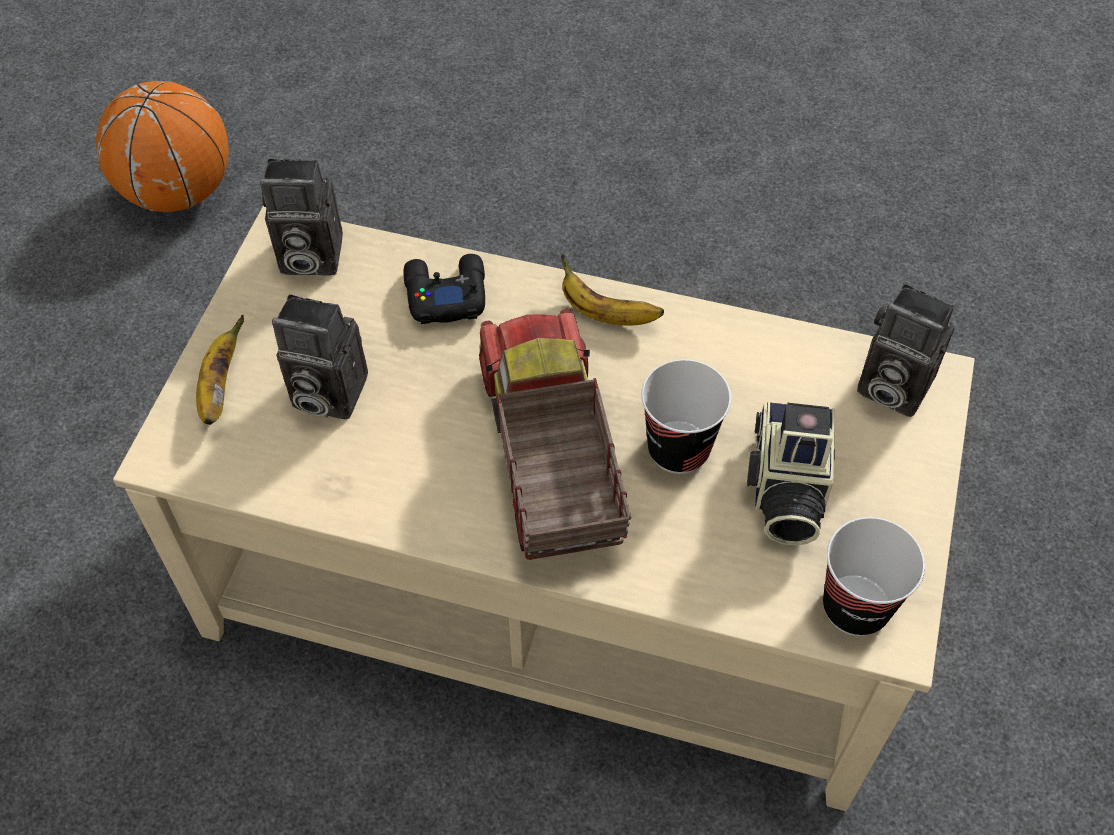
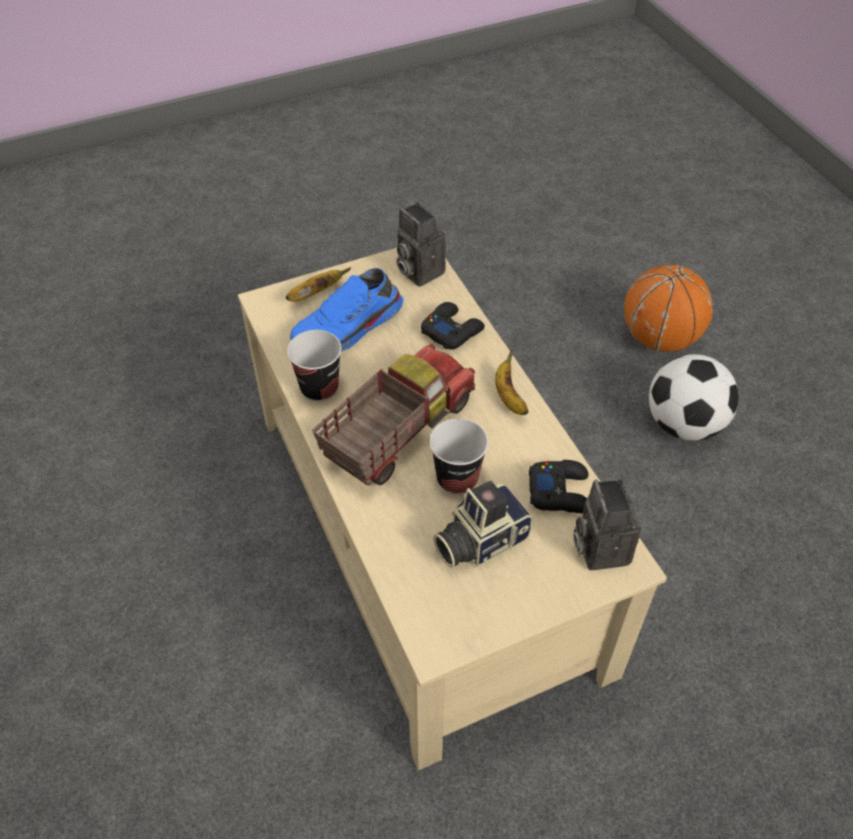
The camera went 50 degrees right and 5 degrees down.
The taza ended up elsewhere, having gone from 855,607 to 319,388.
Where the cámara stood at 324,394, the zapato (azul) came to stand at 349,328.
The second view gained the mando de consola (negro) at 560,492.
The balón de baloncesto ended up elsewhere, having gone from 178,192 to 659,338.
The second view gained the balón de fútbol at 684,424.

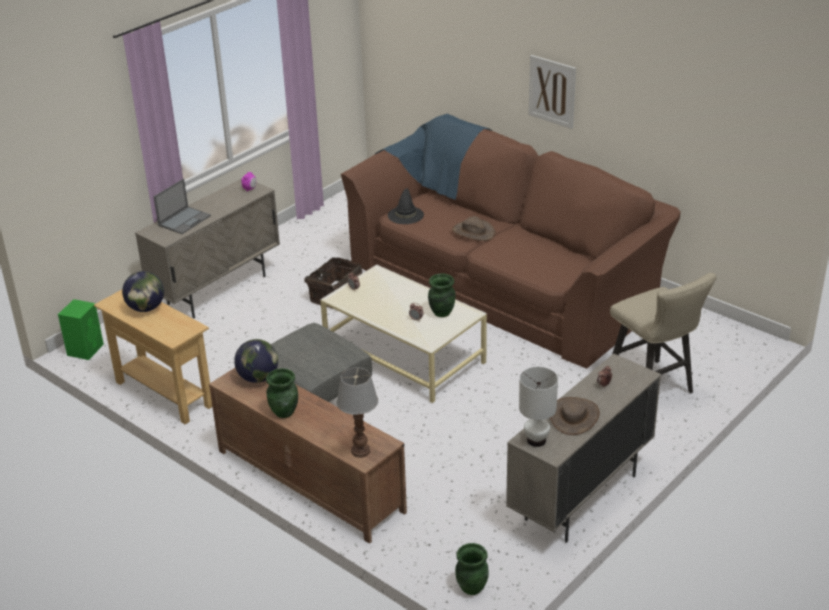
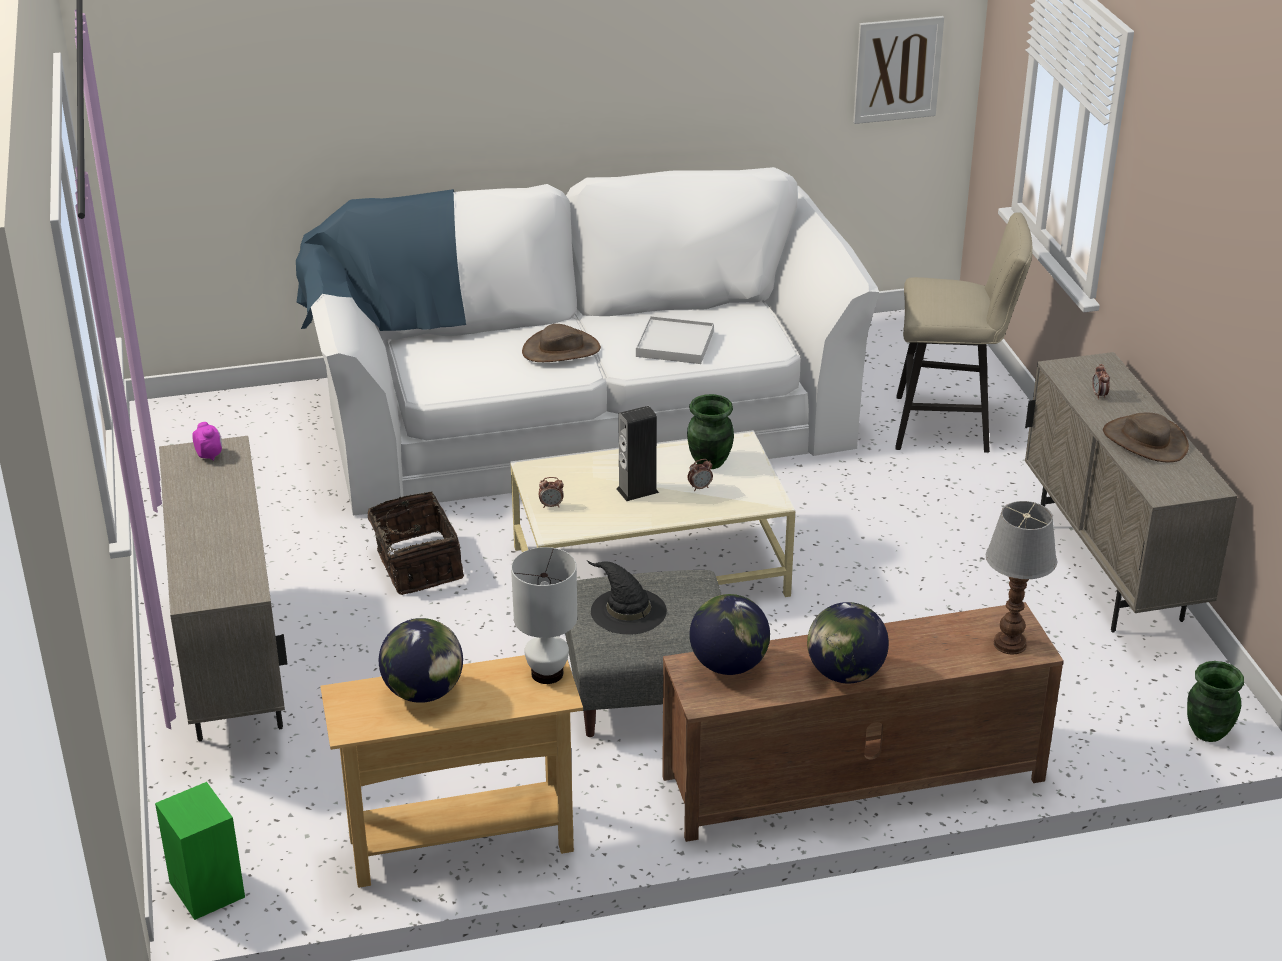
The camera went 55 degrees left and 0 degrees up.
What was the sofá (marrón) at 504,281 turned into the sofá (blanco) at 581,418.
The lámpara de mesa (blanco) ended up elsewhere, having gone from 537,440 to 548,673.
The sombrero (negro) ended up elsewhere, having gone from 405,214 to 627,610.
The second view gained the altavoz at 637,490.
The second view gained the bandeja (blanco) at 675,344.
Where the florero (verde) stood at 284,412, the globo terráqueo came to stand at 845,674.
The cuadro ended up elsewhere, having gone from 552,91 to 897,69.
The second view lost the portátil at 185,220.

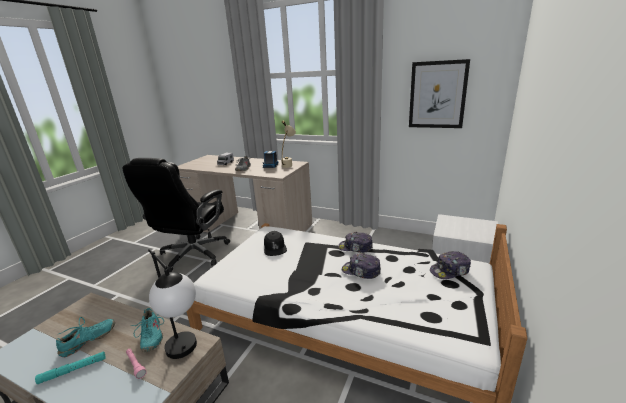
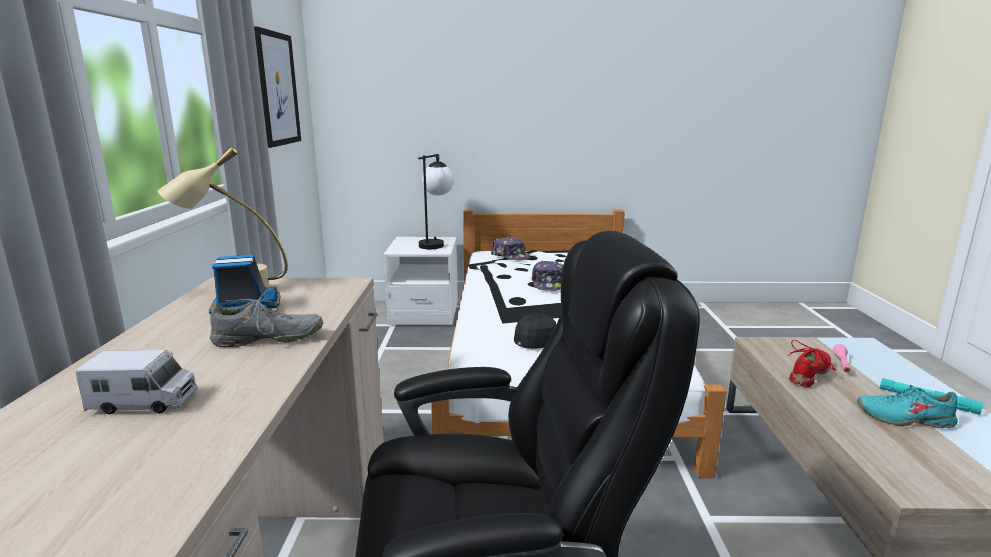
The camera went 115 degrees left and 5 degrees down.
The lámpara de mesa ended up elsewhere, having gone from 186,353 to 436,243.
What was the zapato (turquesa) at 151,336 turned into the zapato (rojo) at 809,375.
The second view lost the gorra at 355,248.

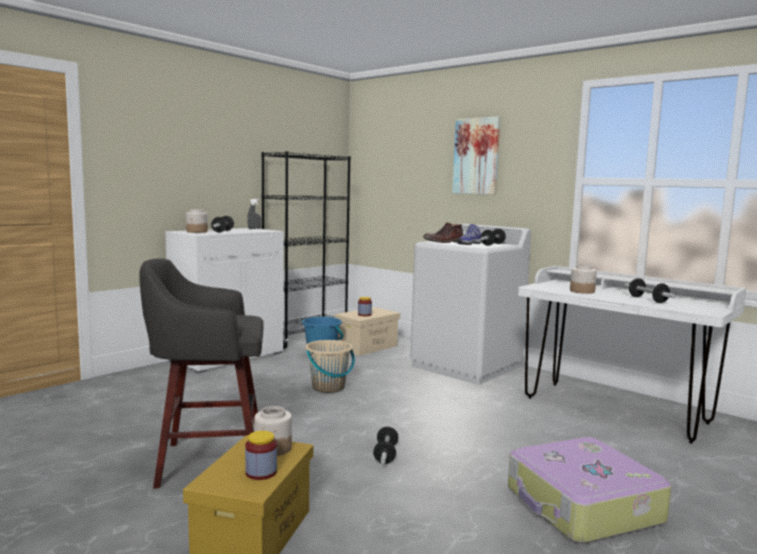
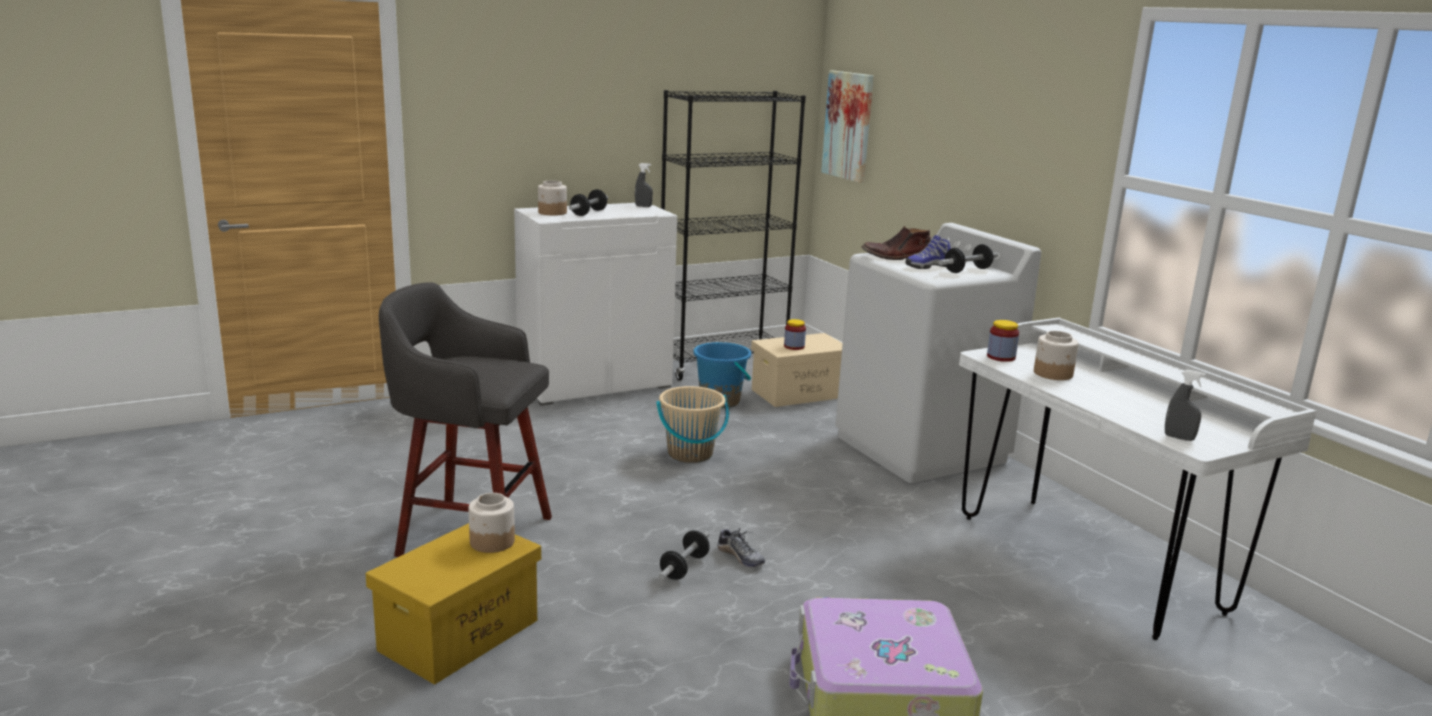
The camera went 20 degrees right and 10 degrees up.
The second view gained the zapato at 740,557.
The cuadro ended up elsewhere, having gone from 476,156 to 848,125.
The tarro ended up elsewhere, having gone from 261,472 to 1001,357.
The second view gained the pulverizador (gris) at 1179,438.
The second view lost the mancuerna at 647,300.

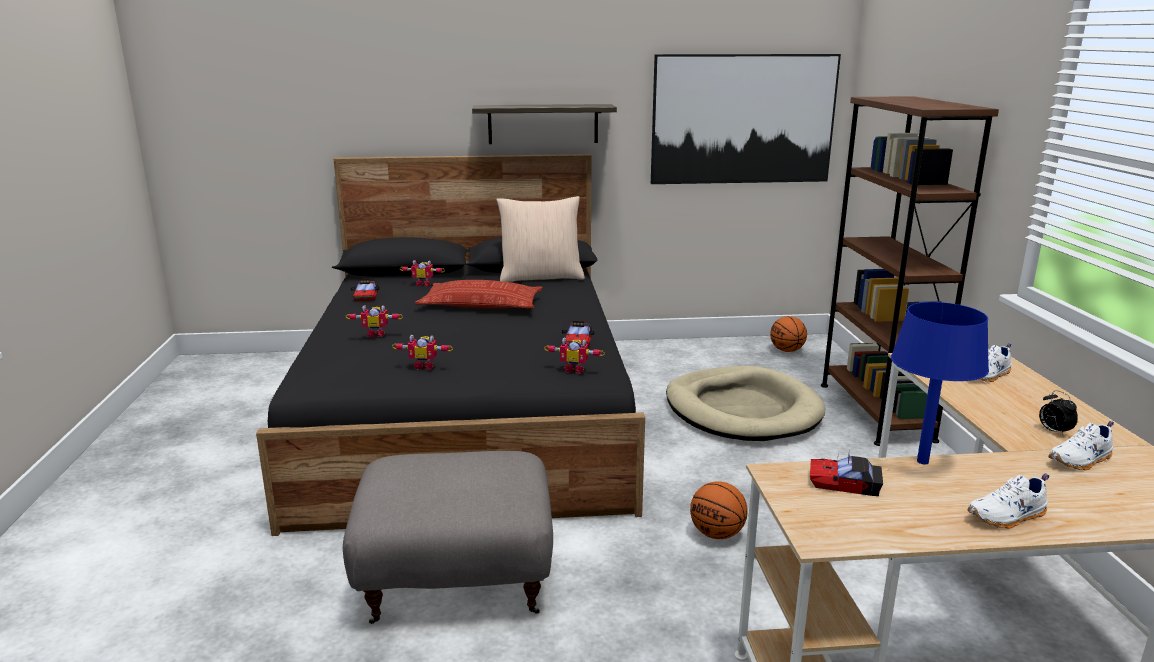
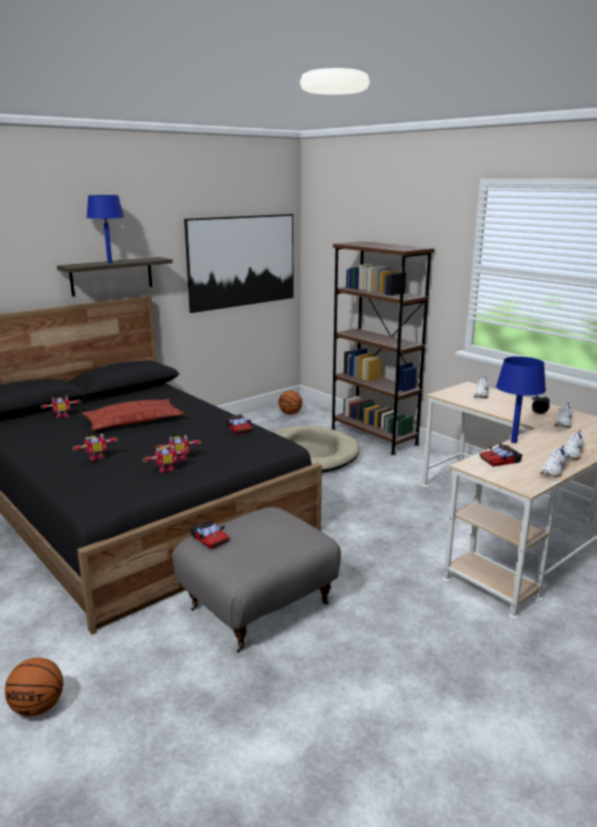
The camera went 35 degrees left and 0 degrees up.
The balón de baloncesto ended up elsewhere, having gone from 717,534 to 38,707.
The second view gained the lámpara de mesa (azul) at 110,263.
The robot de juguete ended up elsewhere, having gone from 575,369 to 179,458.
The coche de juguete ended up elsewhere, having gone from 366,296 to 209,538.
The second view gained the zapato (blanco) at 554,471.
The second view lost the cojín (beis) at 541,277.

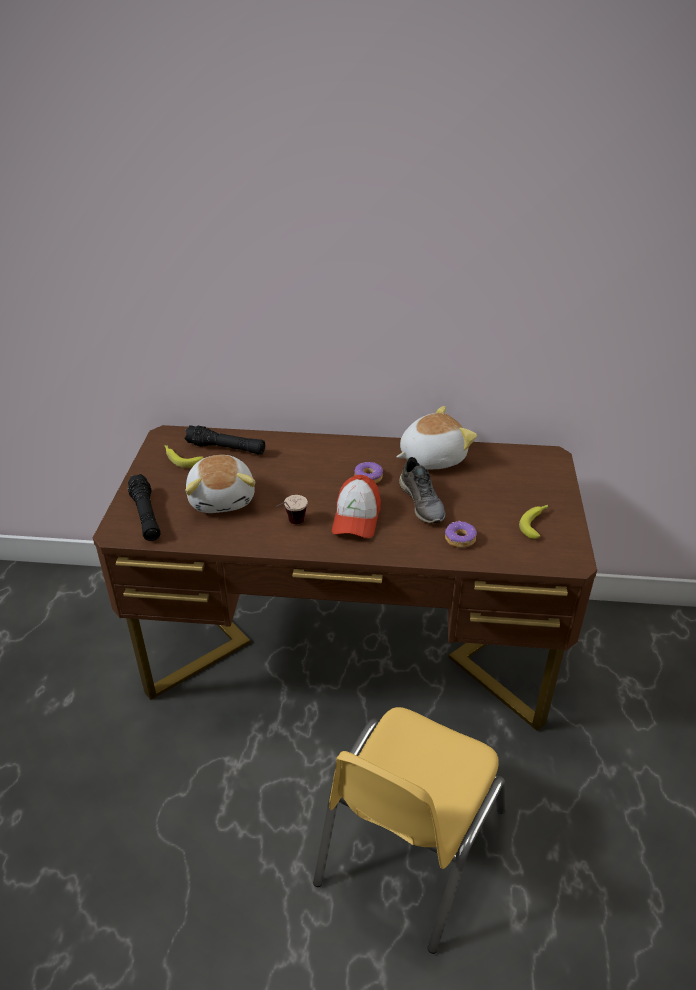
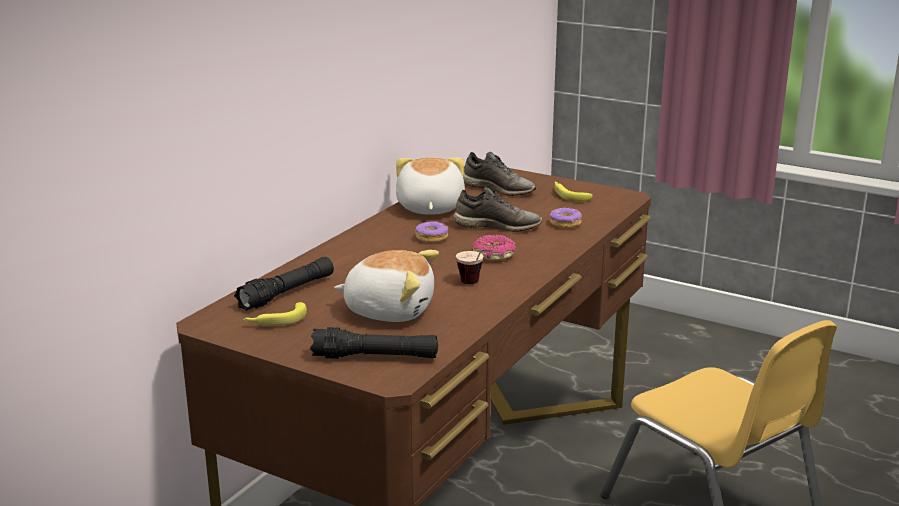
The camera went 65 degrees left and 15 degrees down.
The second view gained the zapato (gris) at 499,189.
Where the gorra stood at 356,518, the rosquilla came to stand at 493,255.

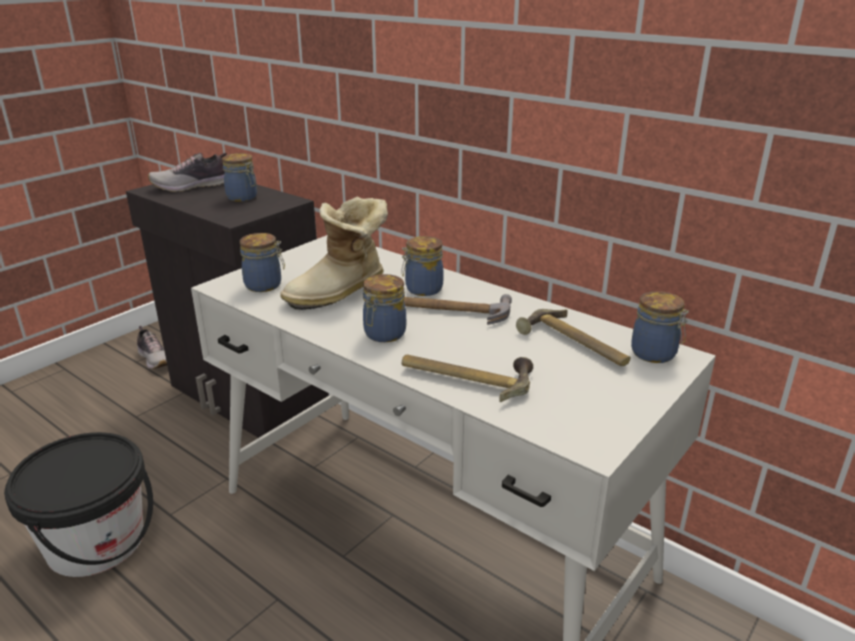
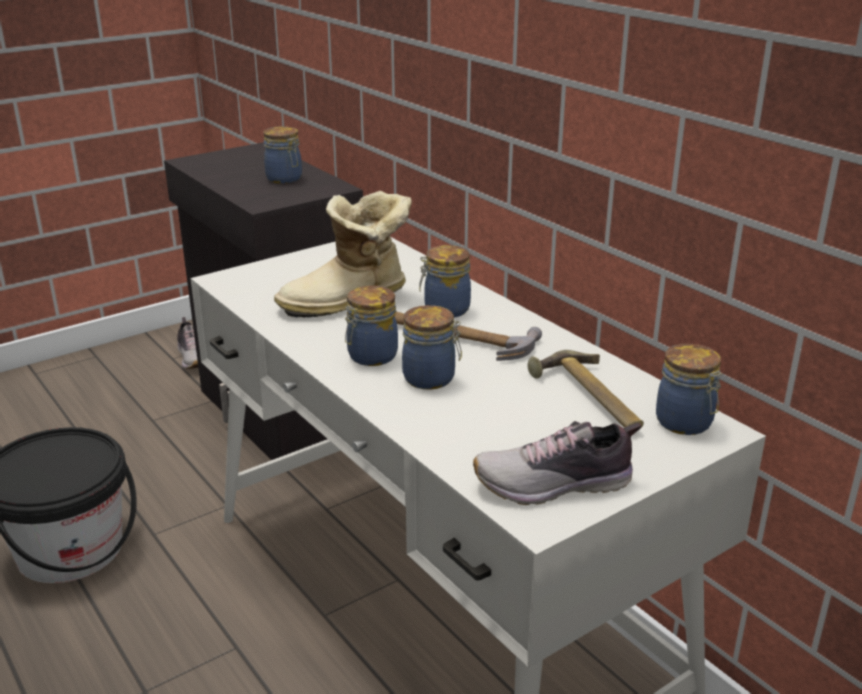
The camera went 15 degrees right and 0 degrees up.
The tarro ended up elsewhere, having gone from 265,285 to 431,378.
The zapato ended up elsewhere, having gone from 191,186 to 555,485.
The second view lost the martillo at 466,377.

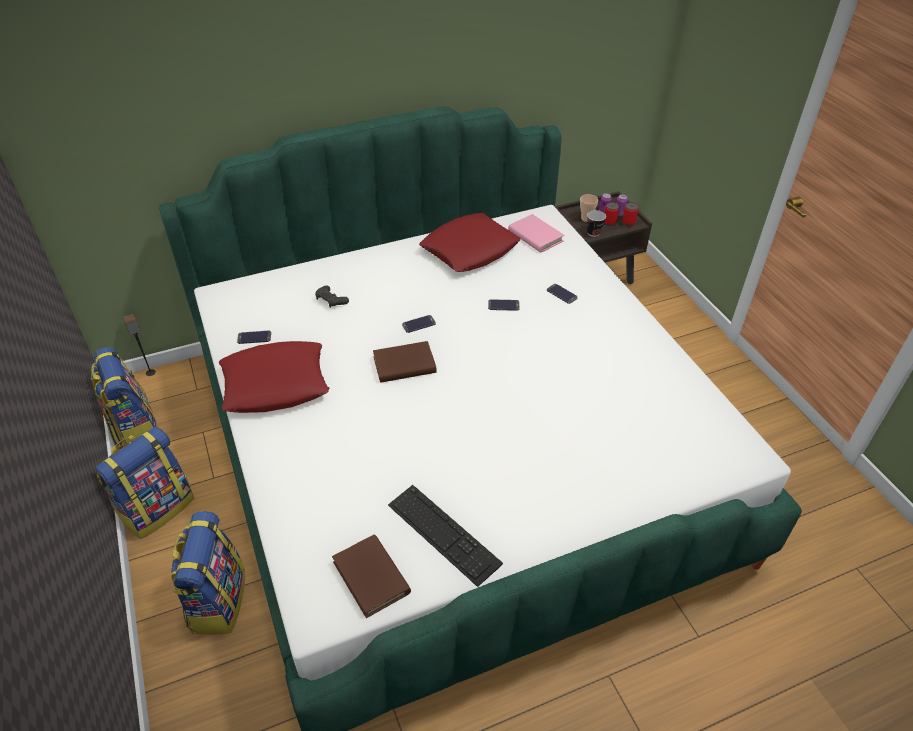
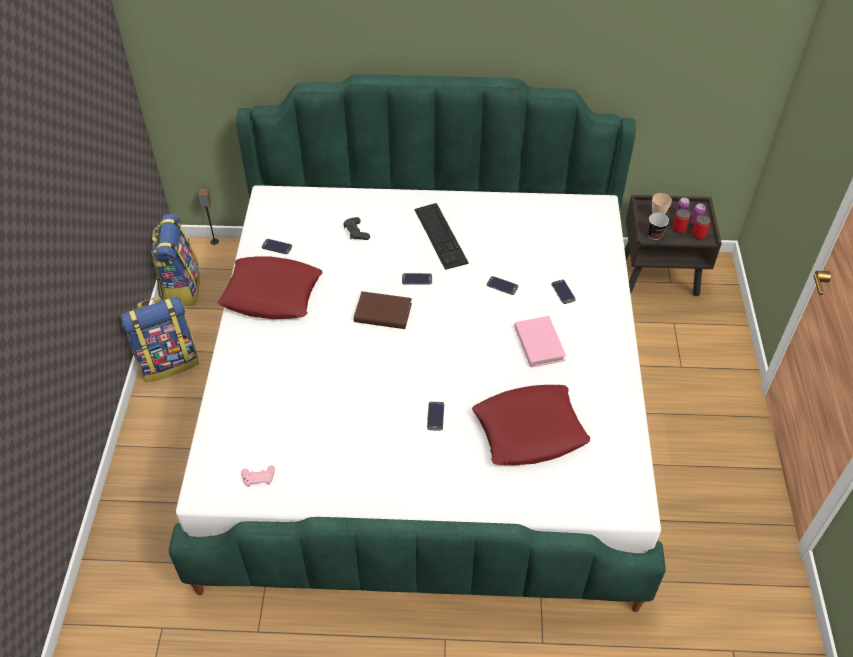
The camera went 25 degrees right and 5 degrees up.
Where the libro (marrón) stood at 371,577, the mando de consola (rosa) came to stand at 258,478.
The teclado ended up elsewhere, having gone from 443,534 to 440,236.
The second view gained the móvil at 435,416.
The cojín (rojo) ended up elsewhere, having gone from 470,249 to 530,430.
The libro (rosa) ended up elsewhere, having gone from 535,236 to 539,344.
The second view lost the mochila at 217,600.

